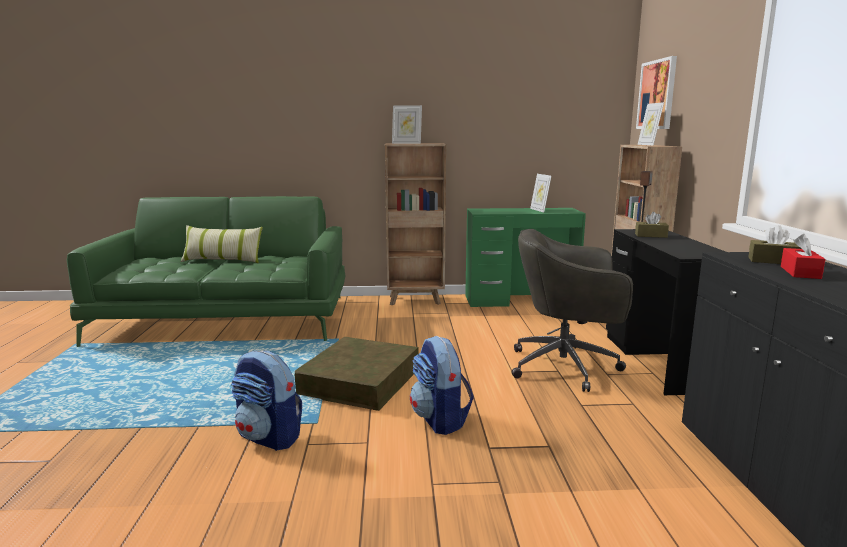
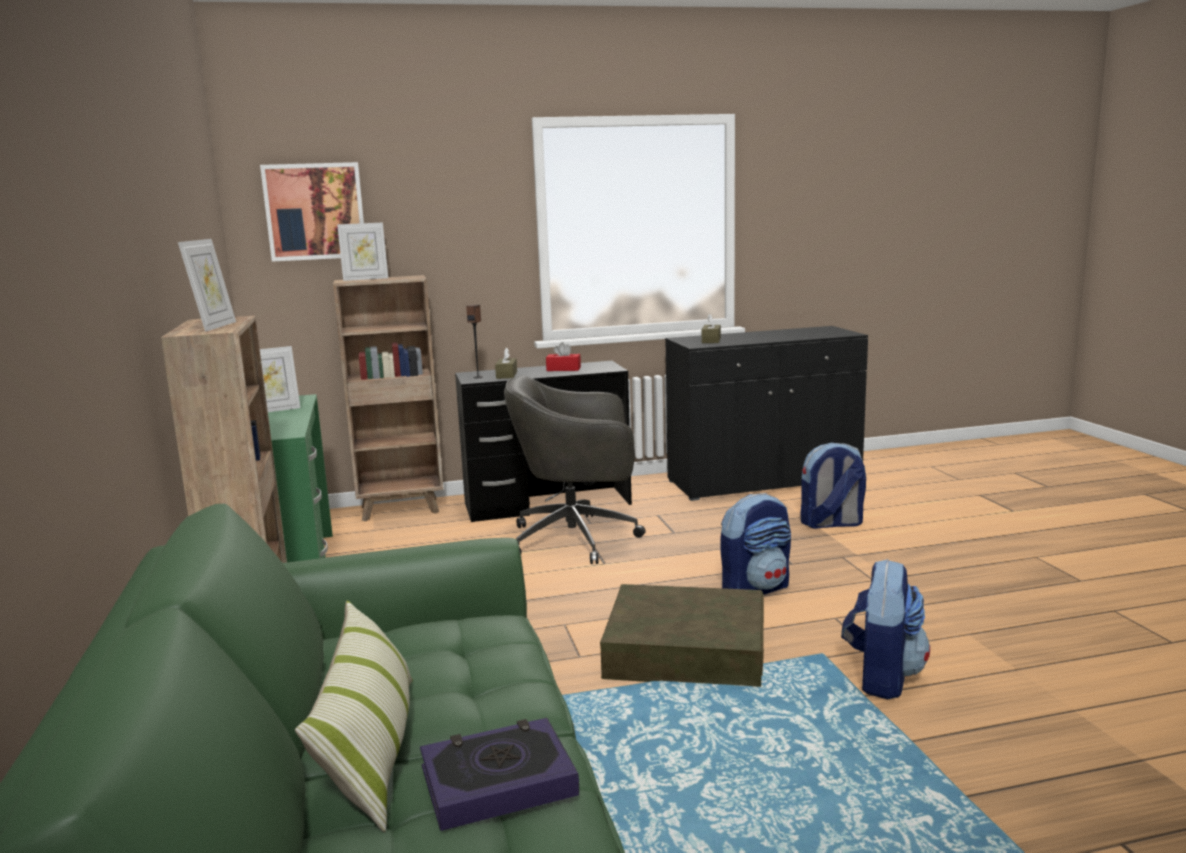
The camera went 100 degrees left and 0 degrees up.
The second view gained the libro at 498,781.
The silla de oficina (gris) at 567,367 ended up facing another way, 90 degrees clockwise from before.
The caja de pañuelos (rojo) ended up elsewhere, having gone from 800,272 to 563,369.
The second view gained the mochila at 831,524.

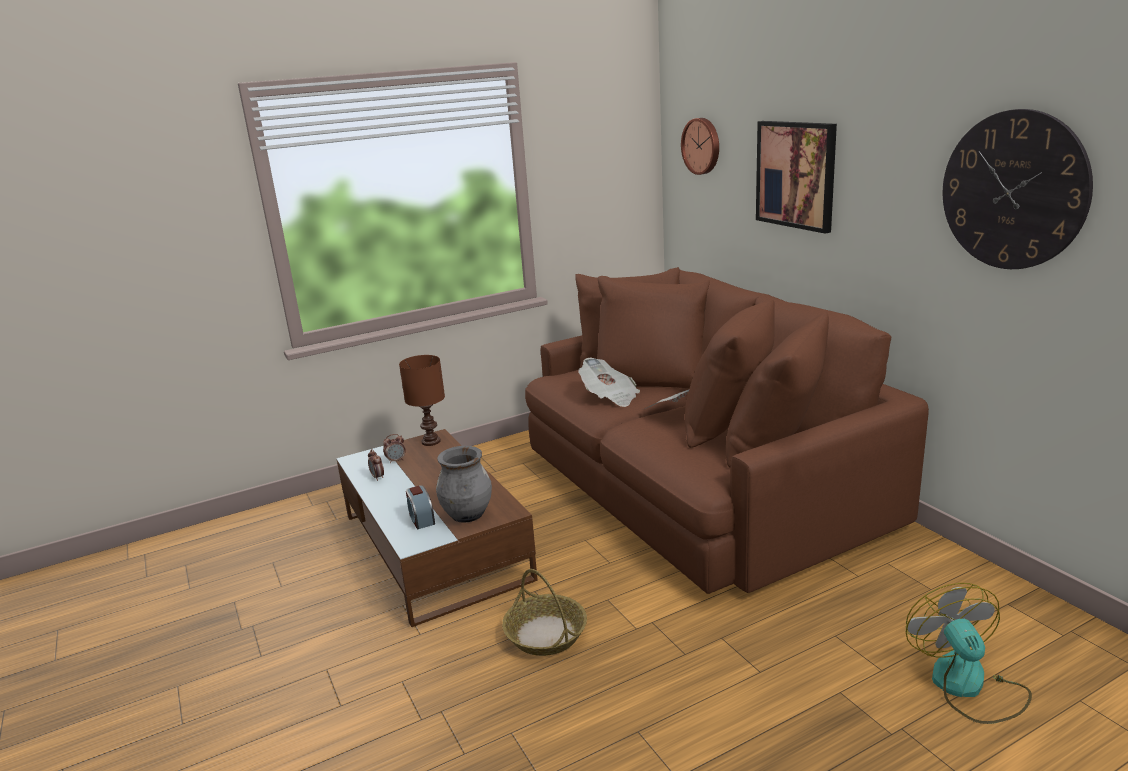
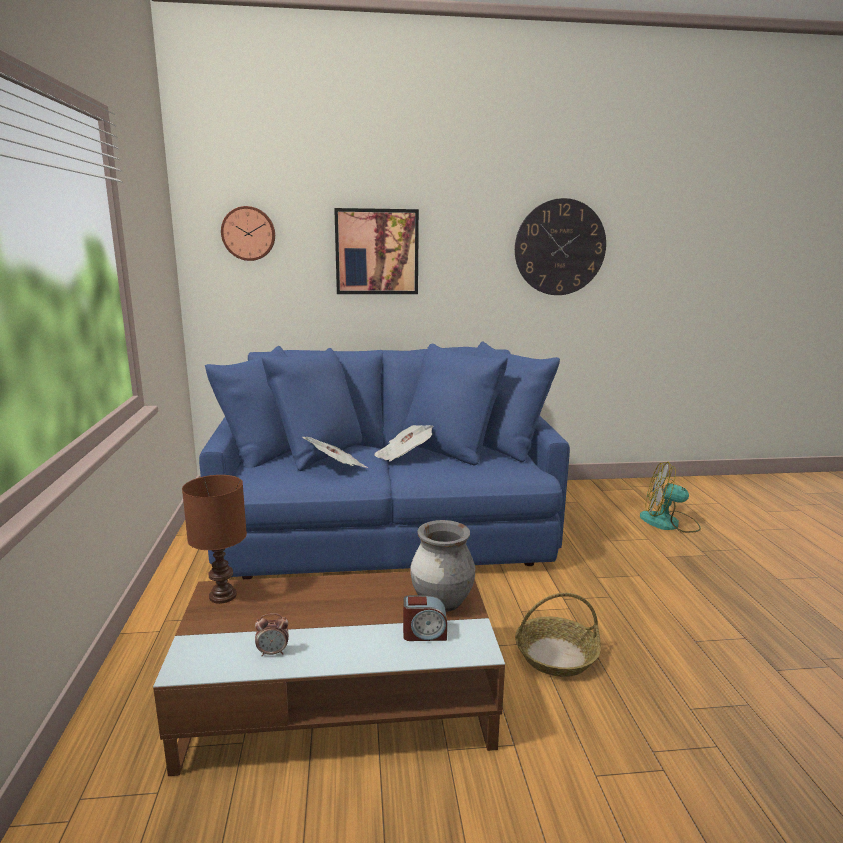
The camera went 70 degrees left and 5 degrees down.
What was the sofá (marrón) at 700,486 turned into the sofá (azul) at 387,526.
The second view lost the despertador at 396,460.

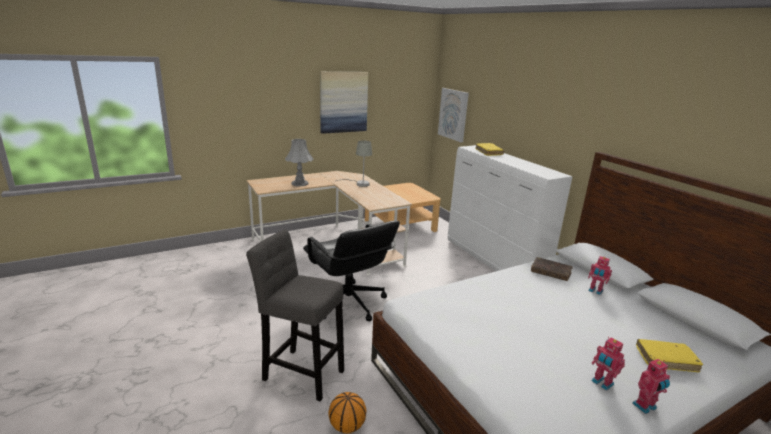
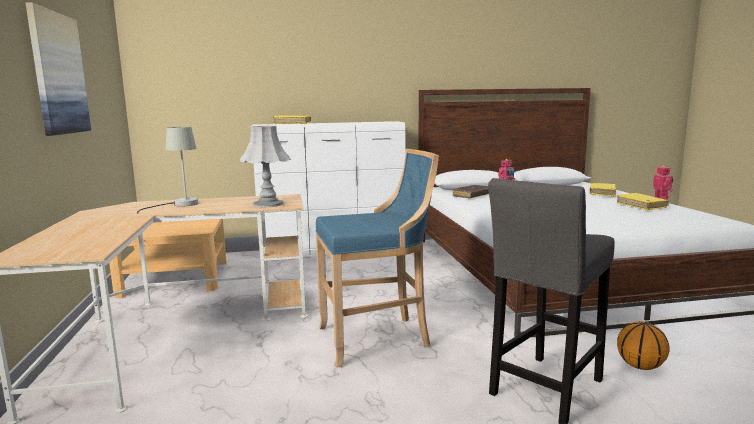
The camera went 70 degrees left and 10 degrees down.
The lámpara de mesa (gris) ended up elsewhere, having gone from 300,183 to 268,204.
Where the silla de oficina (negro) stood at 348,303, the taburete (azul) came to stand at 377,338.
Where the robot de juguete stood at 601,383, the libro (amarillo) came to stand at 641,206.
The second view lost the cuadro at 453,114.

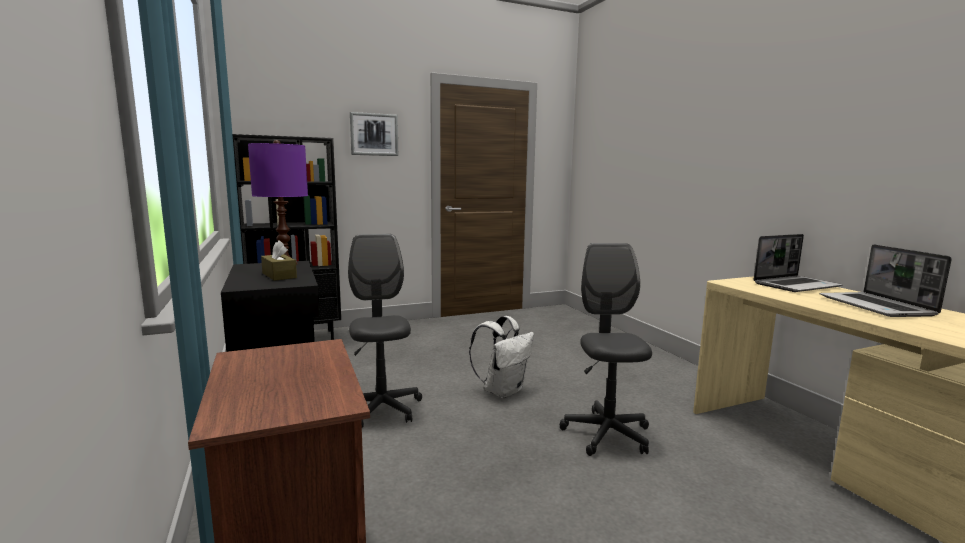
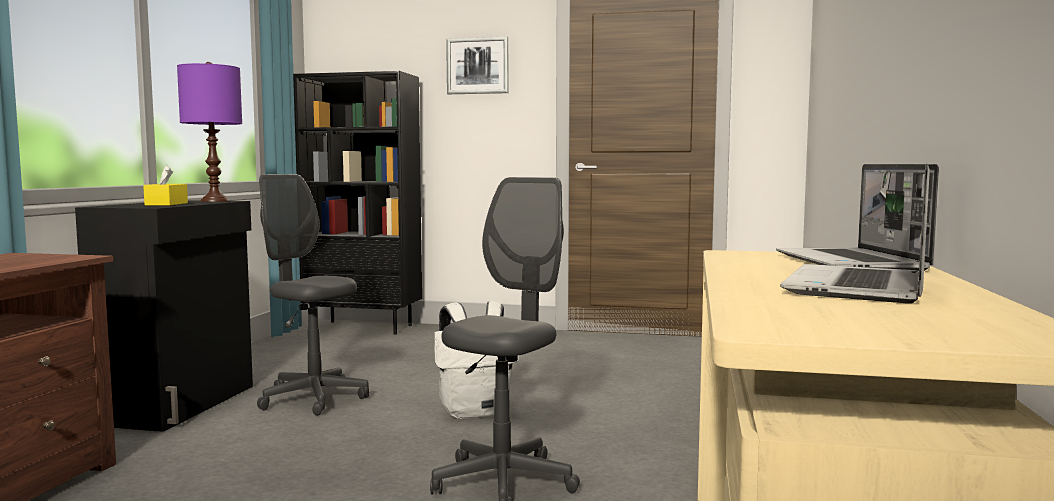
The camera went 35 degrees right and 5 degrees down.
What was the caja de pañuelos (marrón) at 279,275 turned into the caja de pañuelos (amarillo) at 166,204.
The silla de oficina (gris) at 381,409 ended up facing another way, 75 degrees counterclockwise from before.
The portátil at 796,285 ended up facing another way, 75 degrees clockwise from before.

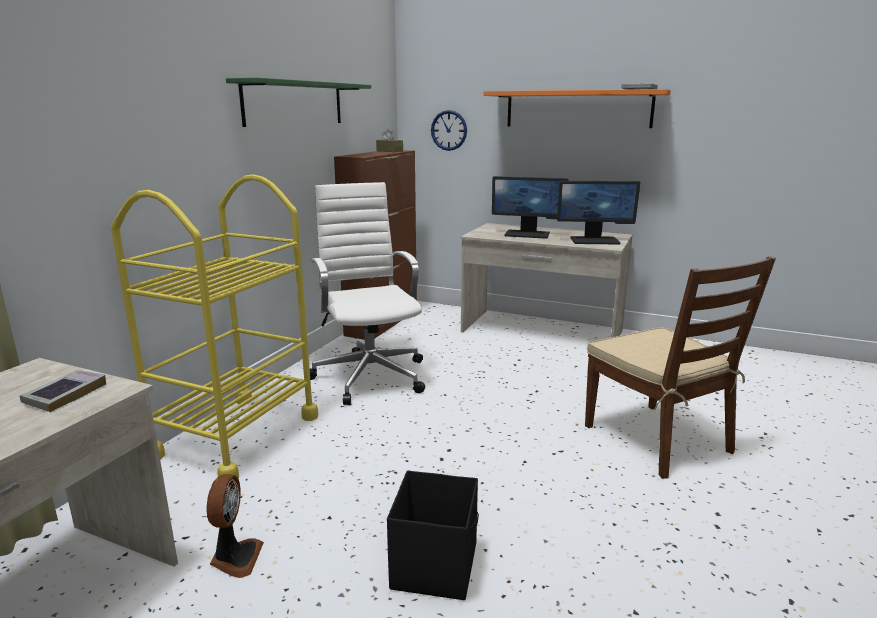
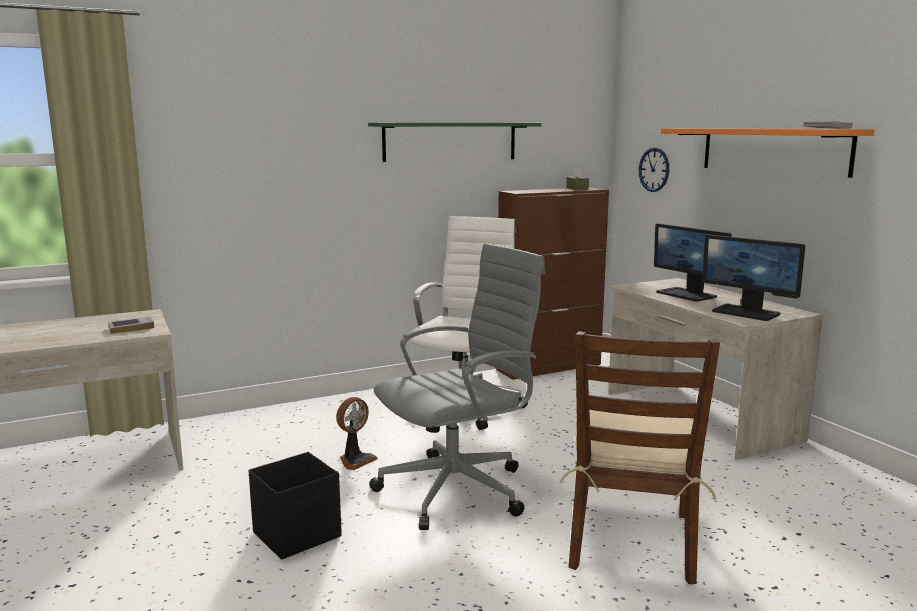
The camera went 40 degrees right and 5 degrees down.
The ventilador ended up elsewhere, having gone from 235,558 to 355,460.
The second view gained the silla de oficina (gris) at 458,489.
The second view lost the carrito (amarillo) at 237,436.

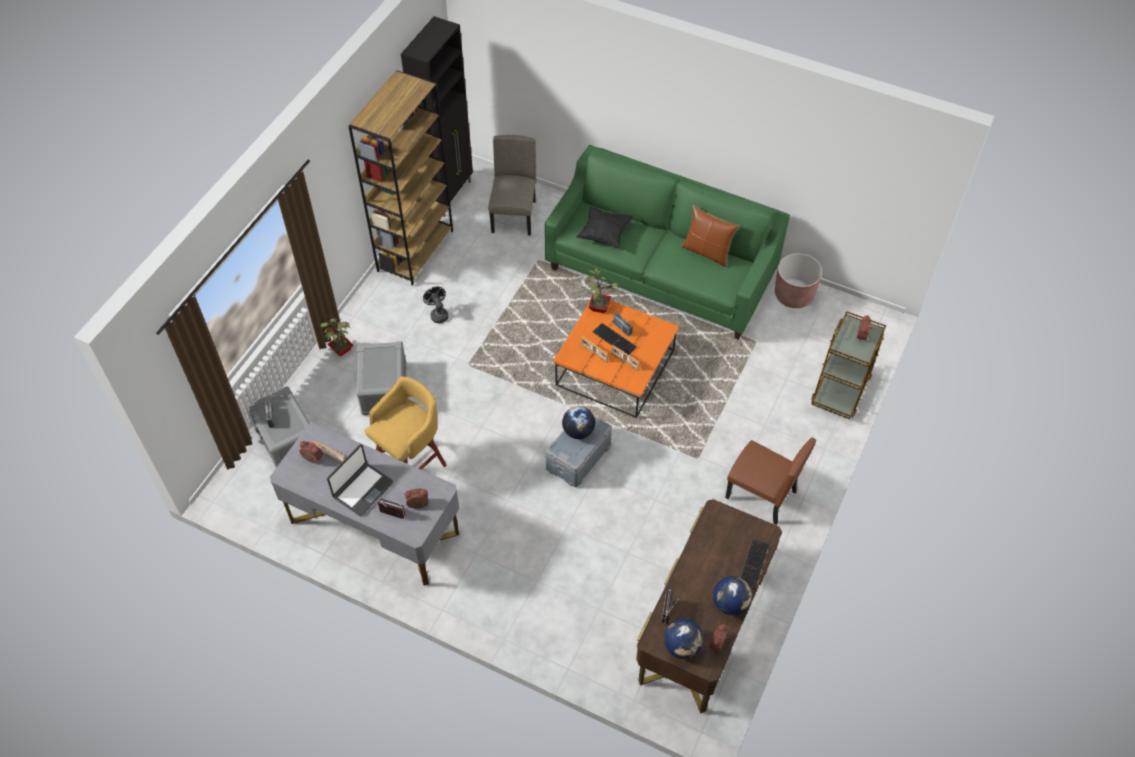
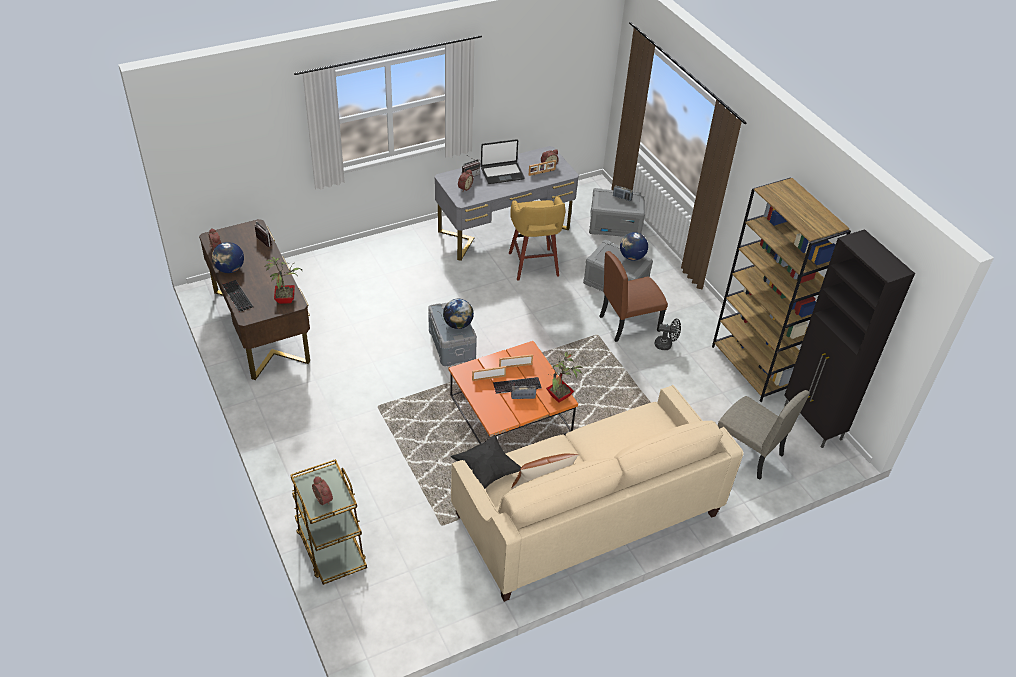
The camera went 125 degrees right and 10 degrees down.
The planta en maceta ended up elsewhere, having gone from 340,351 to 285,299.
What was the sofá (verde) at 660,272 turned into the sofá (beis) at 587,513.
The cojín (negro) ended up elsewhere, having gone from 604,234 to 486,471.
The portátil at 362,489 ended up facing another way, 90 degrees counterclockwise from before.
The silla (marrón) ended up elsewhere, having gone from 760,495 to 629,323.
The globo terráqueo ended up elsewhere, having gone from 682,646 to 632,257.
The second view lost the maceta (marrón) at 793,295.

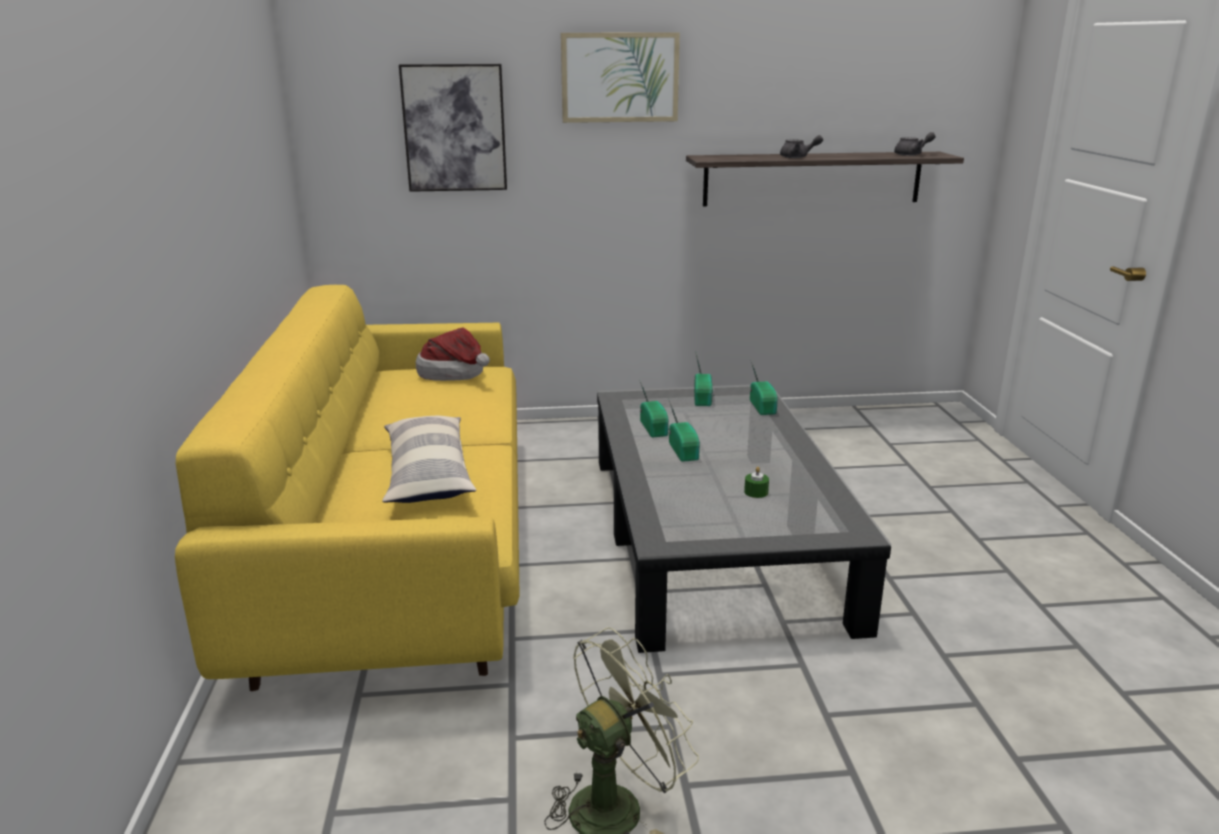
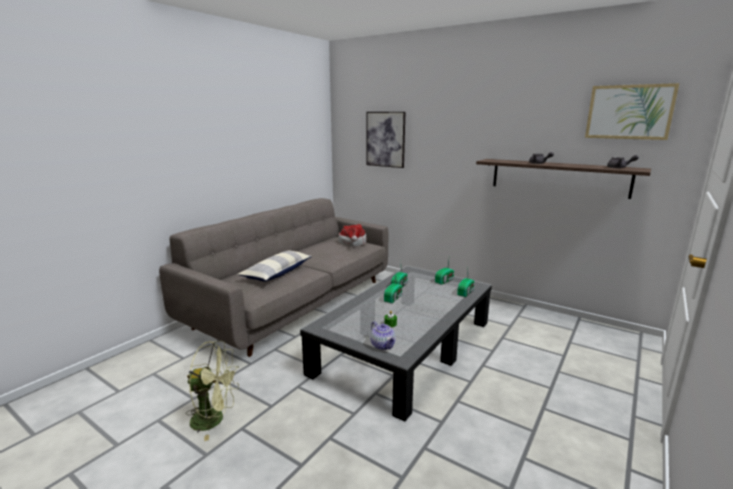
The camera went 40 degrees right and 5 degrees down.
What was the sofá (amarillo) at 403,541 turned into the sofá (gris) at 296,303.
The second view gained the tetera at 383,345.
The cuadro ended up elsewhere, having gone from 619,77 to 629,112.

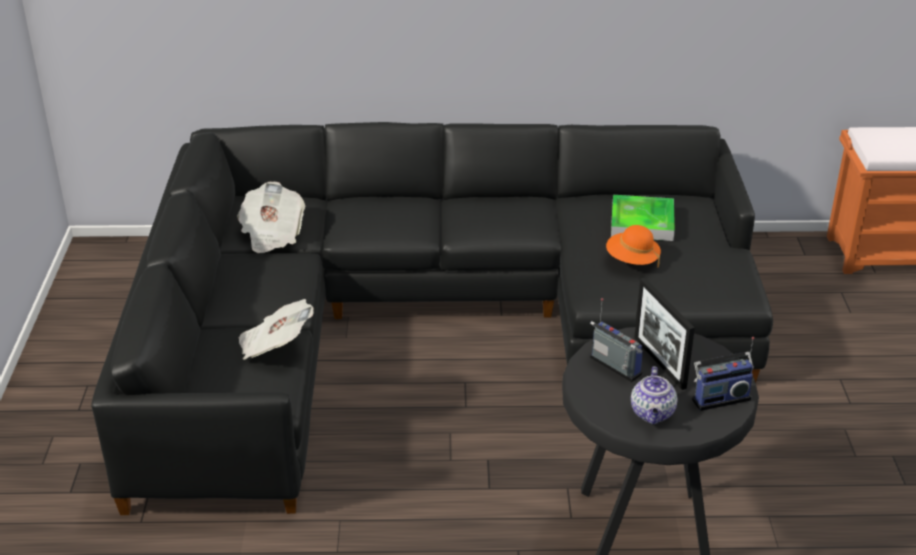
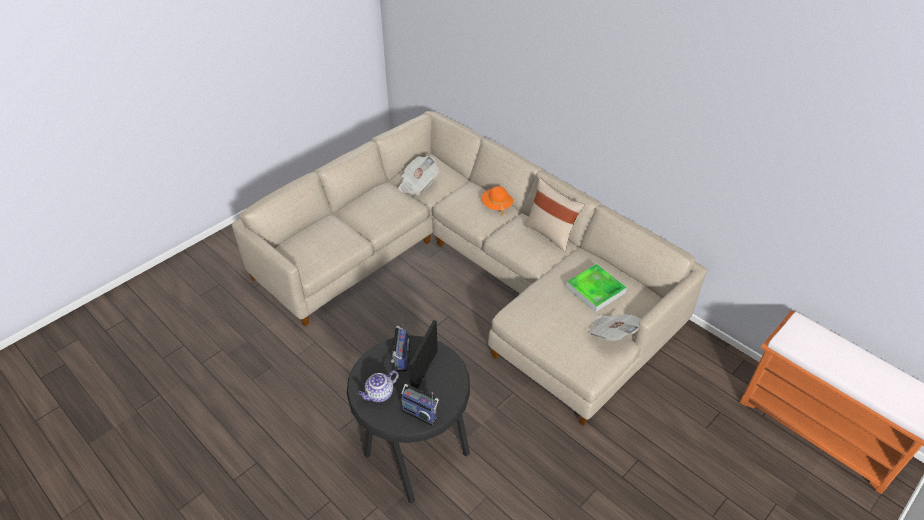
The camera went 45 degrees right and 10 degrees up.
What was the sofá (negro) at 424,322 turned into the sofá (beis) at 472,273.
The sombrero (naranja) ended up elsewhere, having gone from 632,260 to 497,205.
The second view gained the cojín (beis) at 550,234.
The periódico ended up elsewhere, having gone from 275,346 to 611,334.

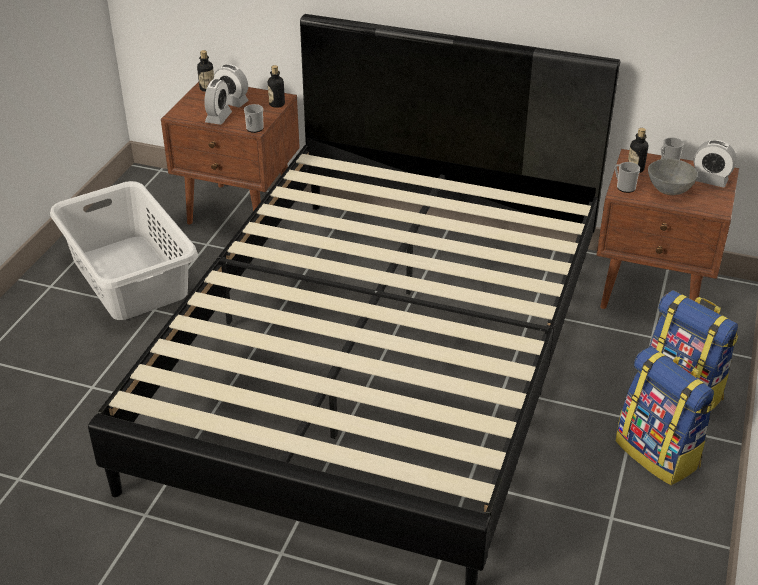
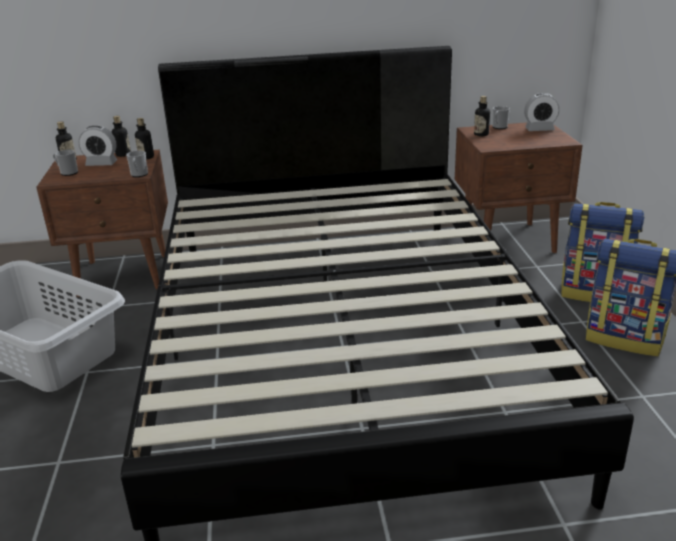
The camera went 25 degrees left and 10 degrees down.
The taza grande ended up elsewhere, having gone from 624,187 to 67,173.
The second view gained the botella at 123,154.
The second view lost the despertador at 218,118.
The second view lost the cuenco (gris) at 669,190.

